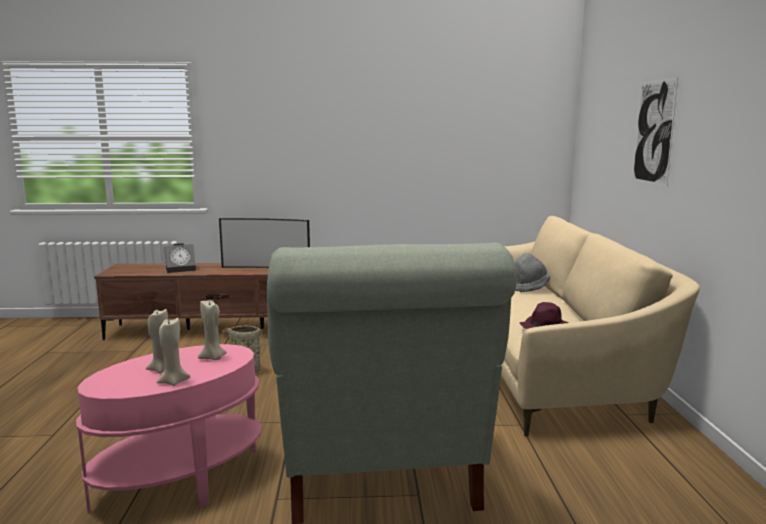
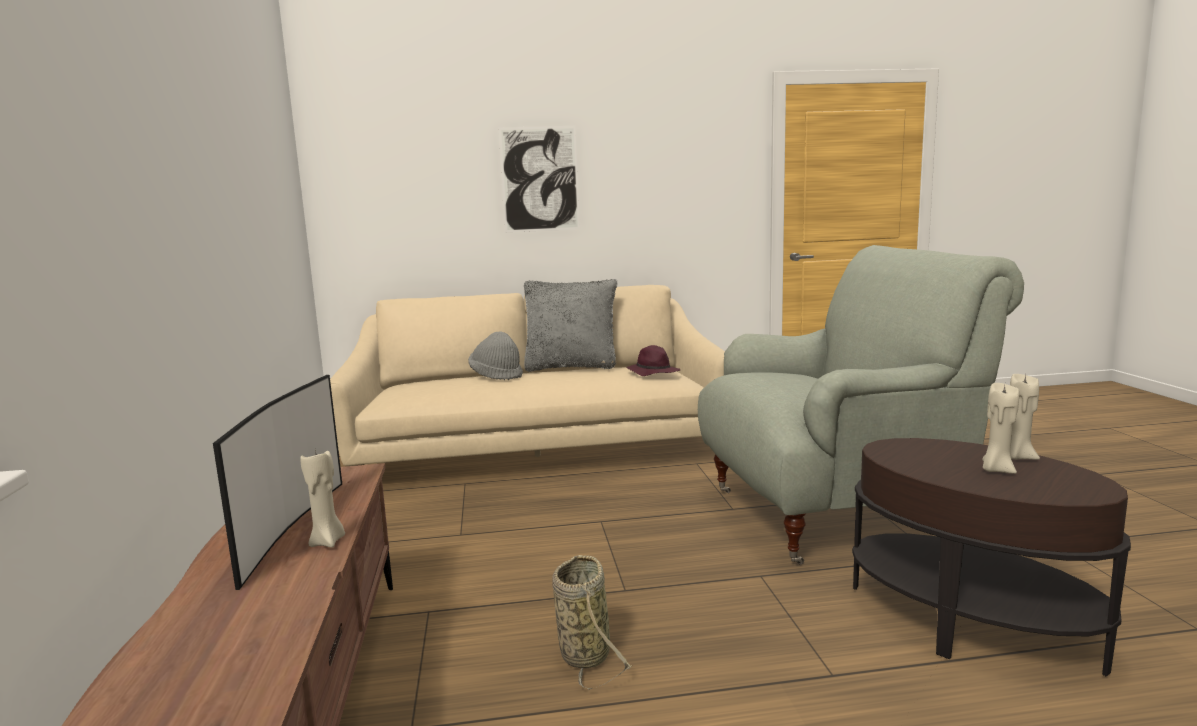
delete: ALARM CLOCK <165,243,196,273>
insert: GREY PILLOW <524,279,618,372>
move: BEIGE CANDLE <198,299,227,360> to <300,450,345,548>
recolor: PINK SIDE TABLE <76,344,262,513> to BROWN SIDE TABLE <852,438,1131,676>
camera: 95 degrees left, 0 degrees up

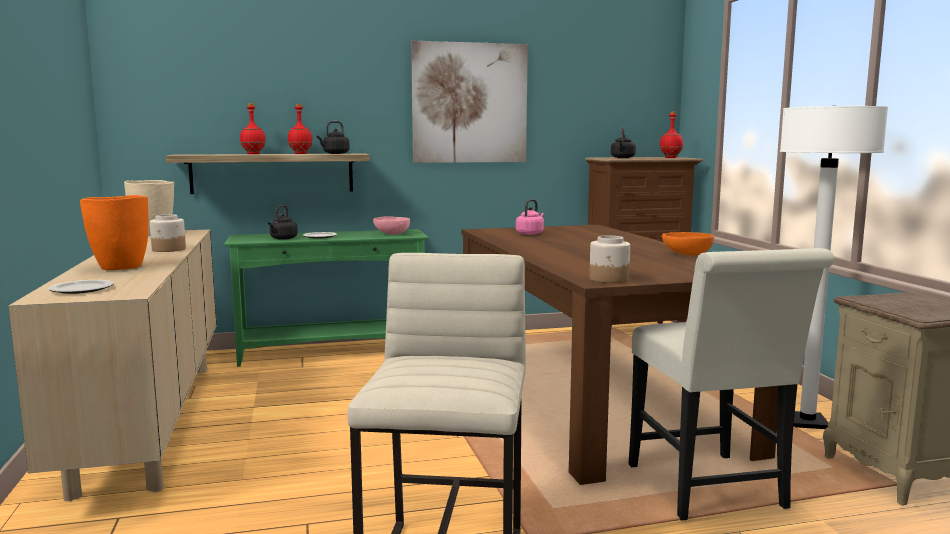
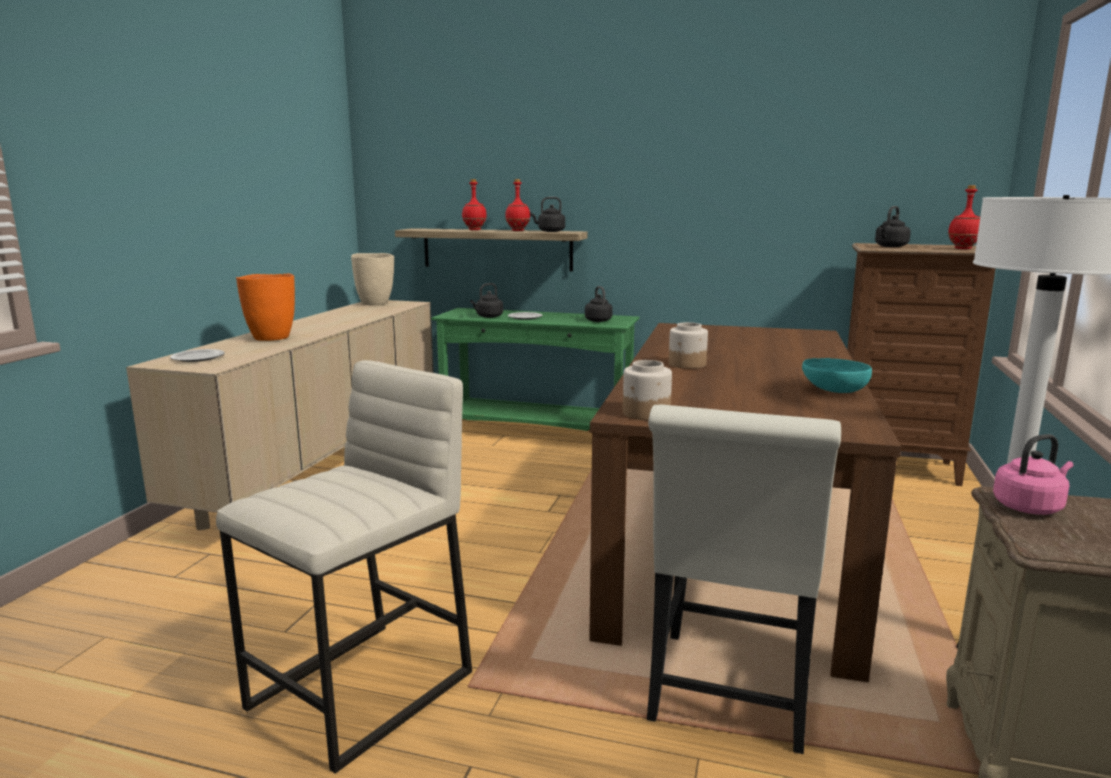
delete: PICTURE <411,41,528,163>
move: PINK KETTLE <516,199,544,235> to <993,434,1073,515>; JAR <150,214,186,252> to <669,322,708,369>
replace: PINK BOWL <373,216,410,234> to BLACK KETTLE <585,286,613,322>
recolor: ORANGE BOWL <662,232,714,255> to TURQUOISE BOWL <802,358,872,393>
camera: 30 degrees right, 5 degrees up

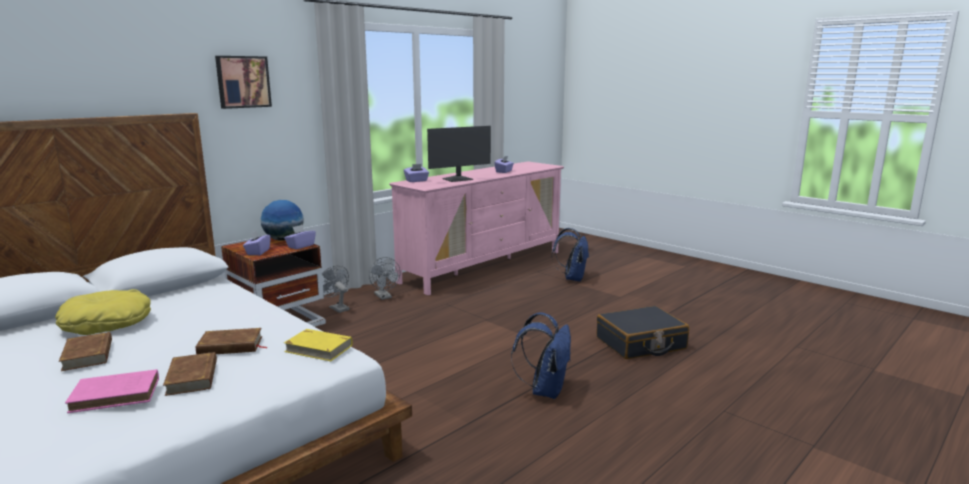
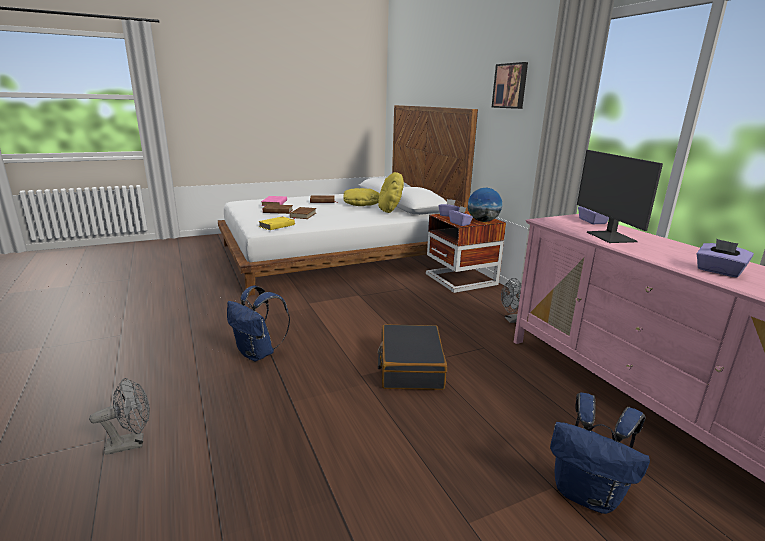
insert: YELLOW PILLOW <378,172,404,213>
move: GREY FAN <322,265,350,313> to <89,378,150,455>; BLACK SUITCASE <596,306,689,359> to <377,324,447,390>
camera: 110 degrees right, 5 degrees up

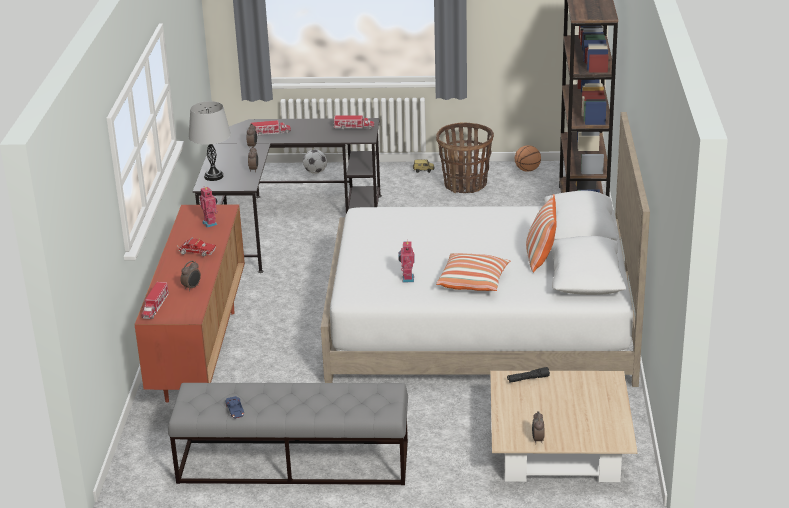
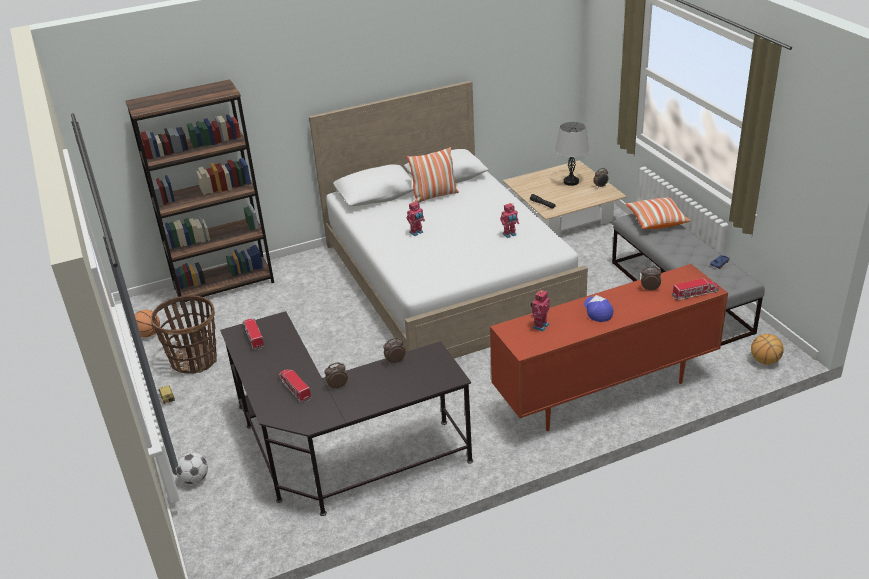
insert: TOY ROBOT <406,201,425,236>; BASKETBALL <751,334,784,365>
move: GREY TABLE LAMP <188,101,231,181> to <555,122,589,186>; PILLOW <436,253,510,291> to <626,197,690,229>
replace: TOY TRUCK <177,238,216,256> to CAP <584,295,613,322>
camera: 115 degrees left, 5 degrees up

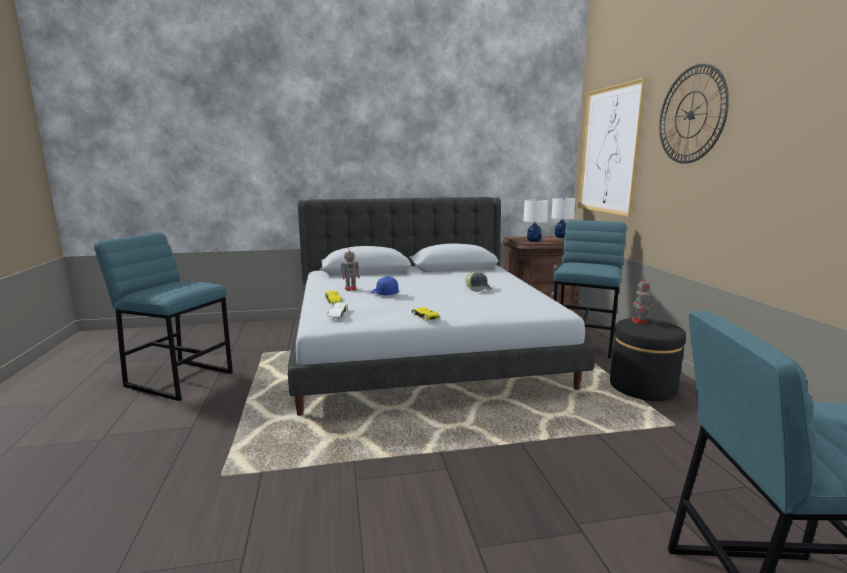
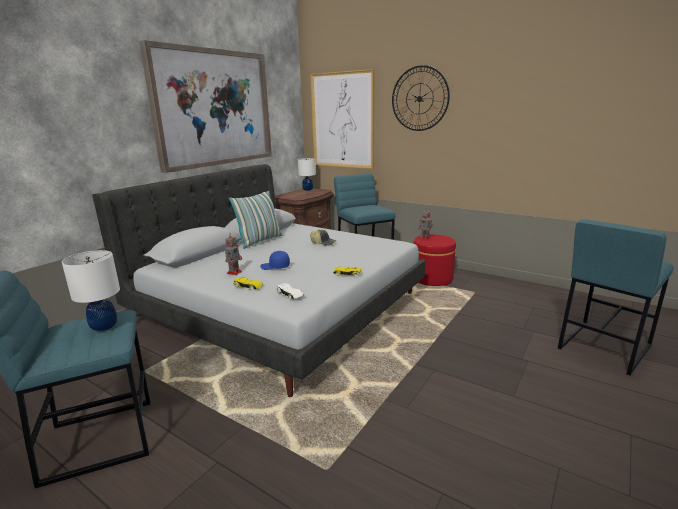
insert: PICTURE <139,40,272,173>; PILLOW <229,190,282,249>
move: WHITE TABLE LAMP <523,200,548,242> to <62,250,120,331>
recolor: BLACK OTTOMAN <610,318,686,401> to RED OTTOMAN <413,234,456,286>
camera: 45 degrees left, 5 degrees up

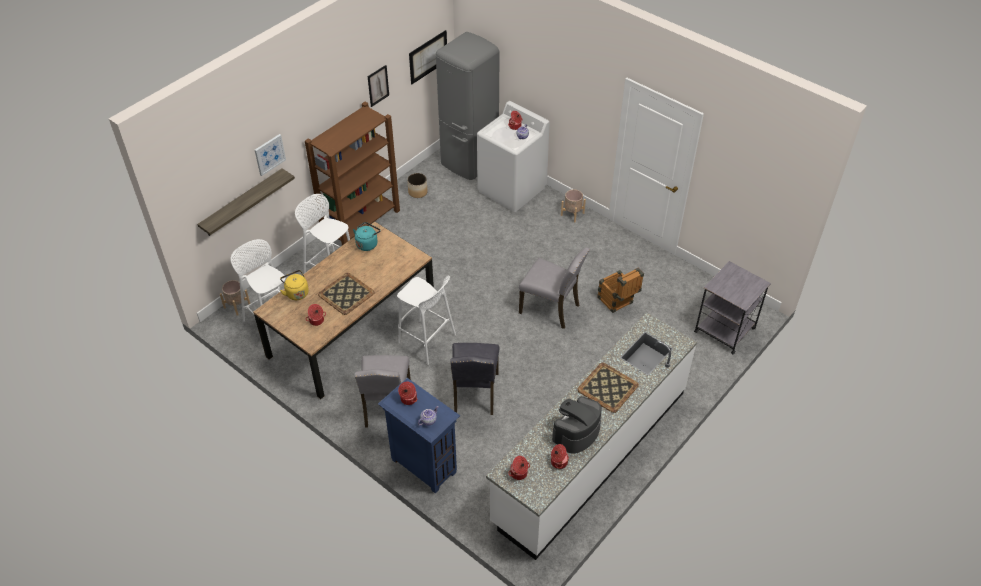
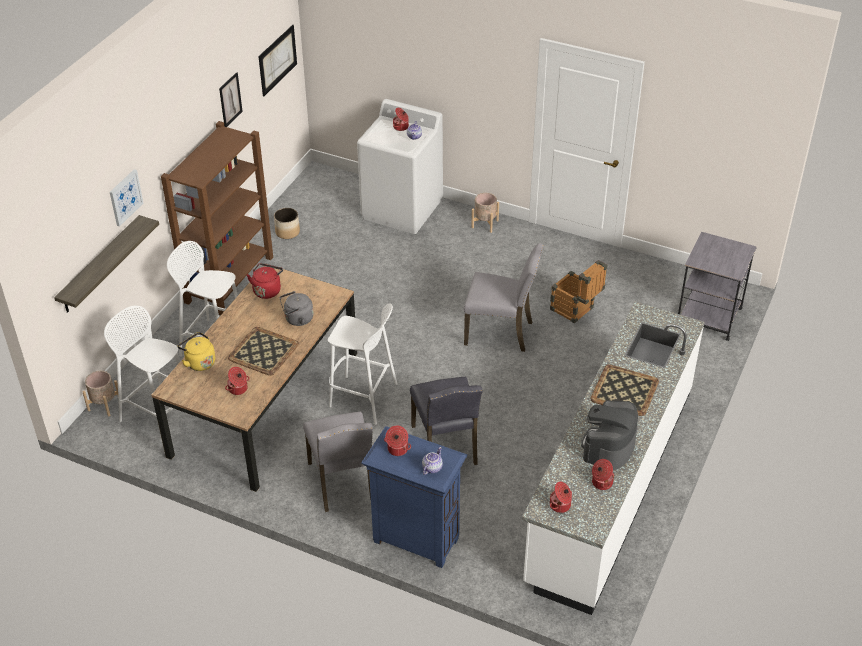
delete: GREY FRIDGE <436,32,500,180>
insert: GREY KETTLE <280,291,313,326>
recolor: TURQUOISE KETTLE <353,222,381,251> to RED KETTLE <247,263,283,299>
camera: 15 degrees left, 5 degrees down

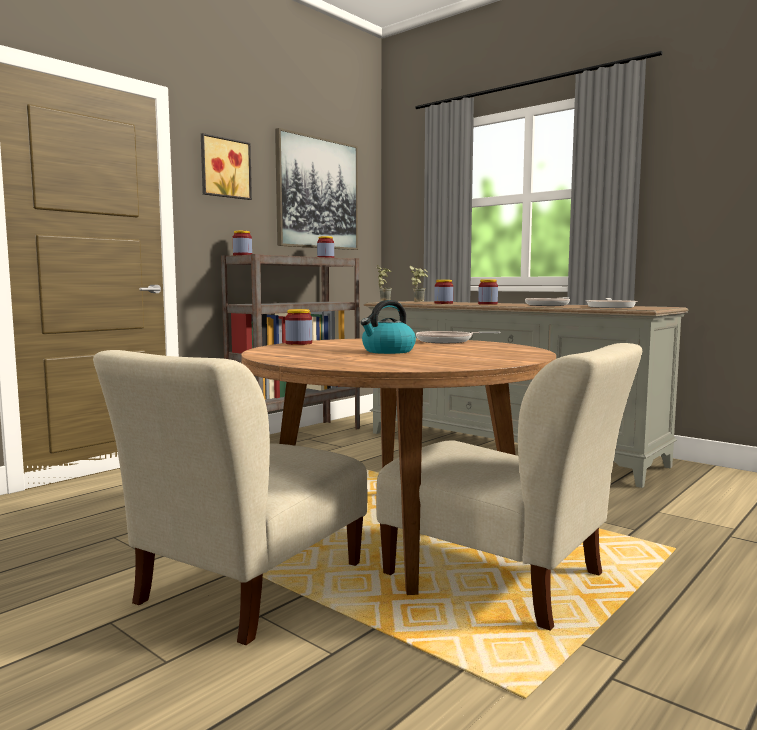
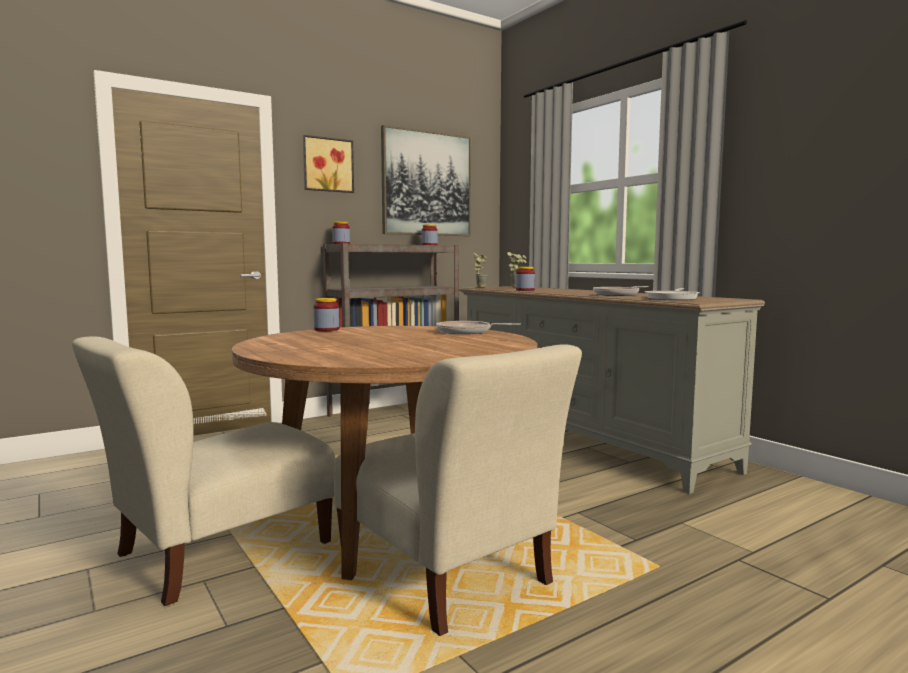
delete: JAR <478,280,498,305>; KETTLE <361,300,416,354>
camera: 15 degrees right, 0 degrees up

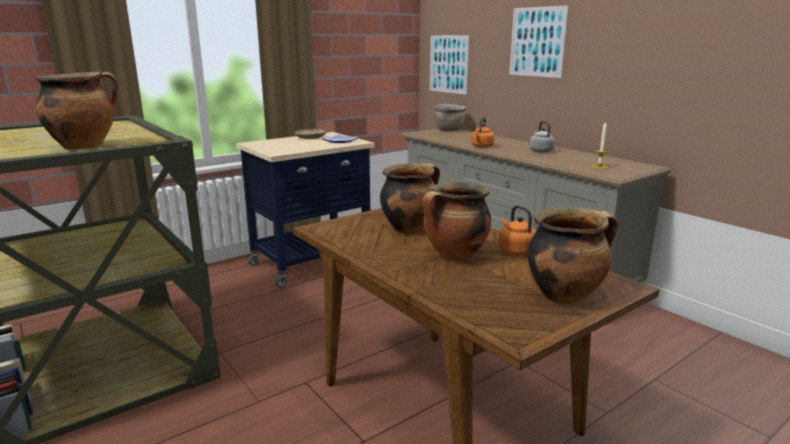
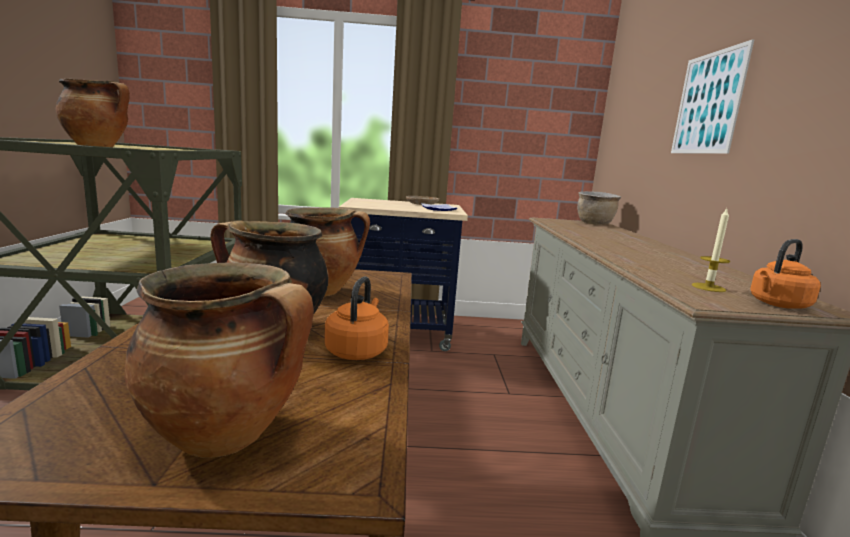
delete: PICTURE <430,35,469,95>; GREY KETTLE <530,121,555,152>
move: ORANGE KETTLE <471,117,495,148> to <750,239,821,309>
camera: 35 degrees right, 5 degrees down

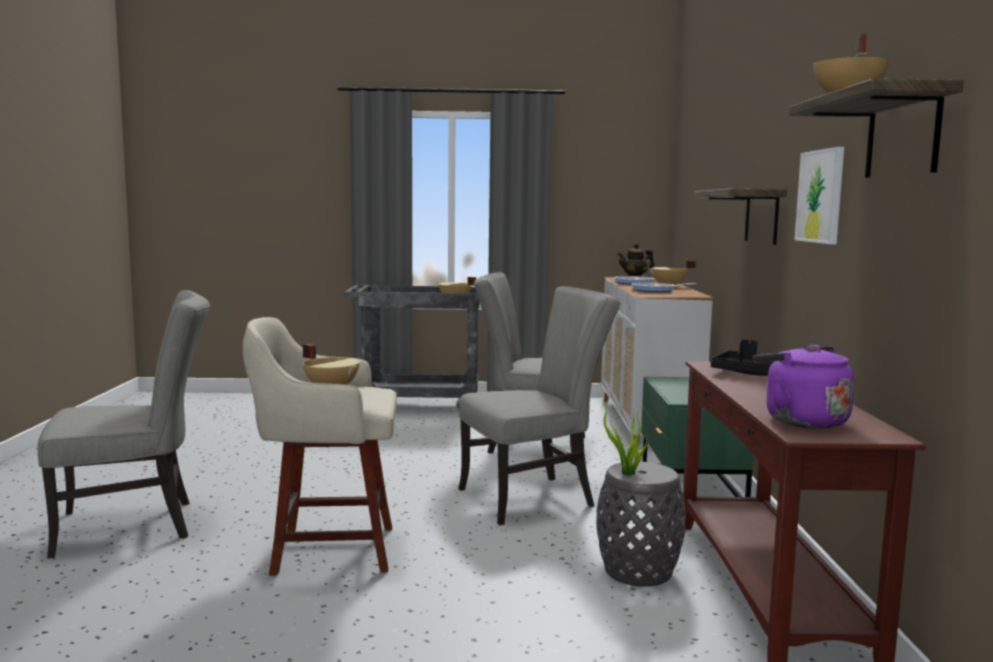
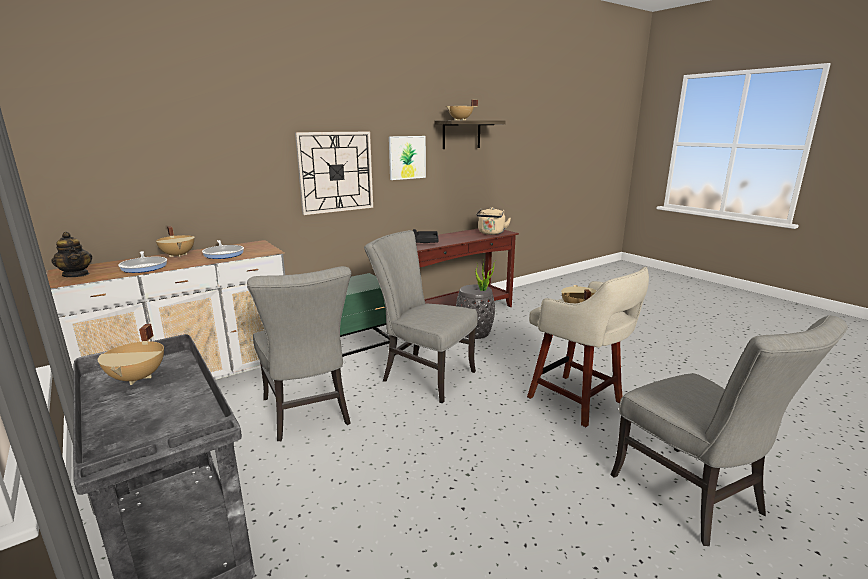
replace: SHELF <694,189,787,245> to WALL CLOCK <295,132,373,215>
recolor: PURPLE KETTLE <753,344,855,429> to BEIGE KETTLE <476,207,511,235>
rotate: GREY CHAIR <38,290,210,559> = <610,315,848,546> 150 degrees counterclockwise
camera: 125 degrees left, 10 degrees up

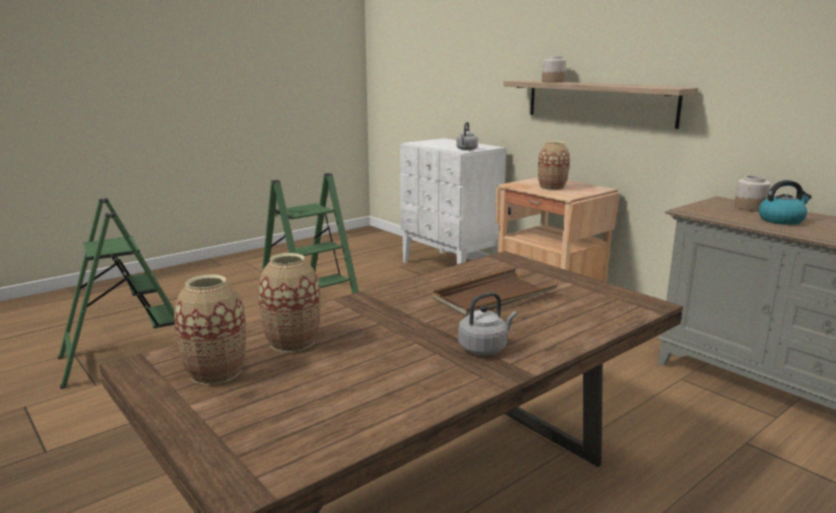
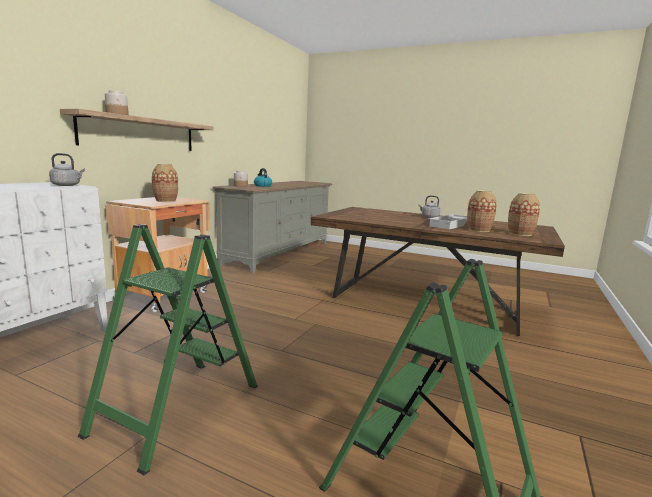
delete: BROWN TRAY <432,268,557,317>
insert: WHITE TRAY <428,214,467,230>
camera: 115 degrees left, 5 degrees down

